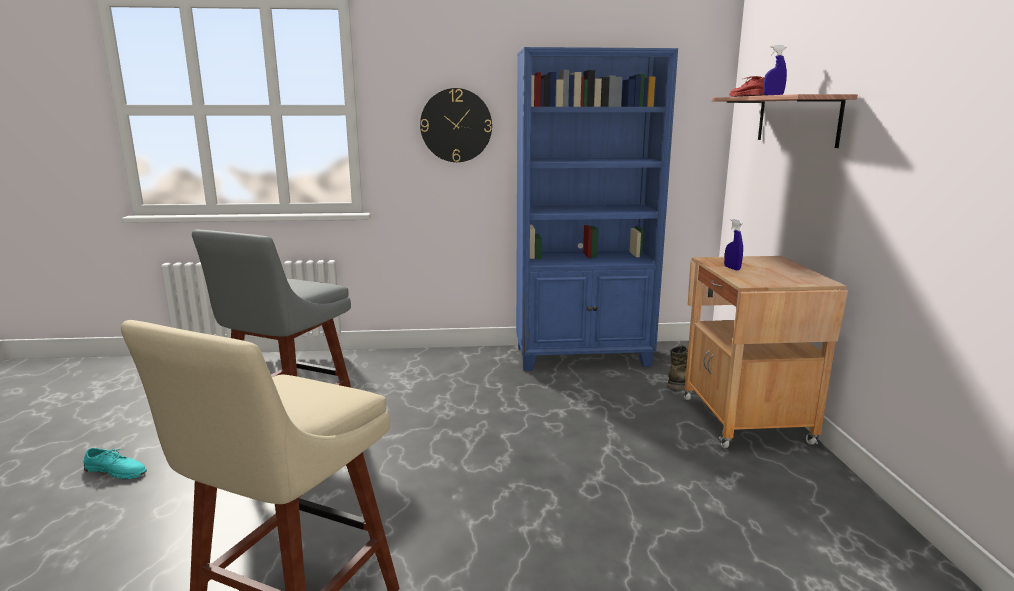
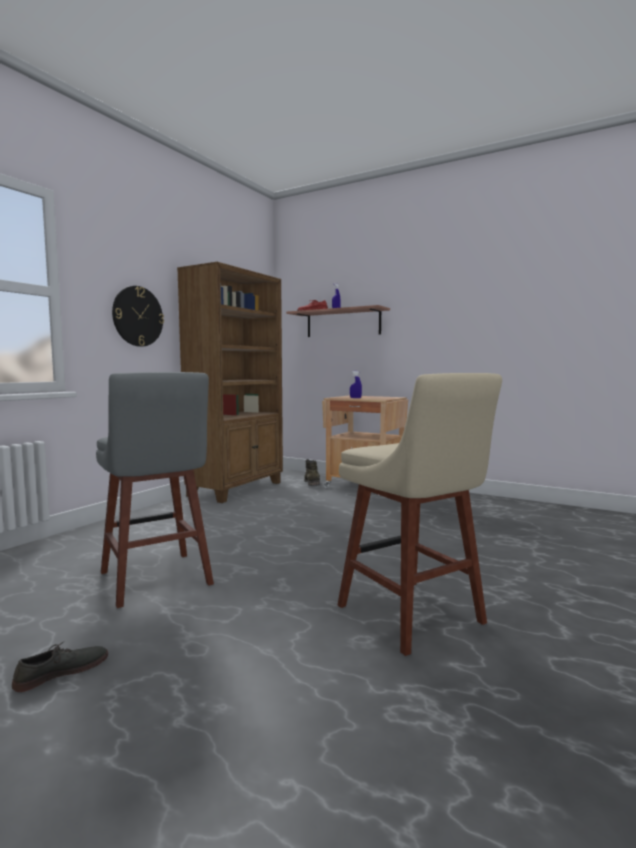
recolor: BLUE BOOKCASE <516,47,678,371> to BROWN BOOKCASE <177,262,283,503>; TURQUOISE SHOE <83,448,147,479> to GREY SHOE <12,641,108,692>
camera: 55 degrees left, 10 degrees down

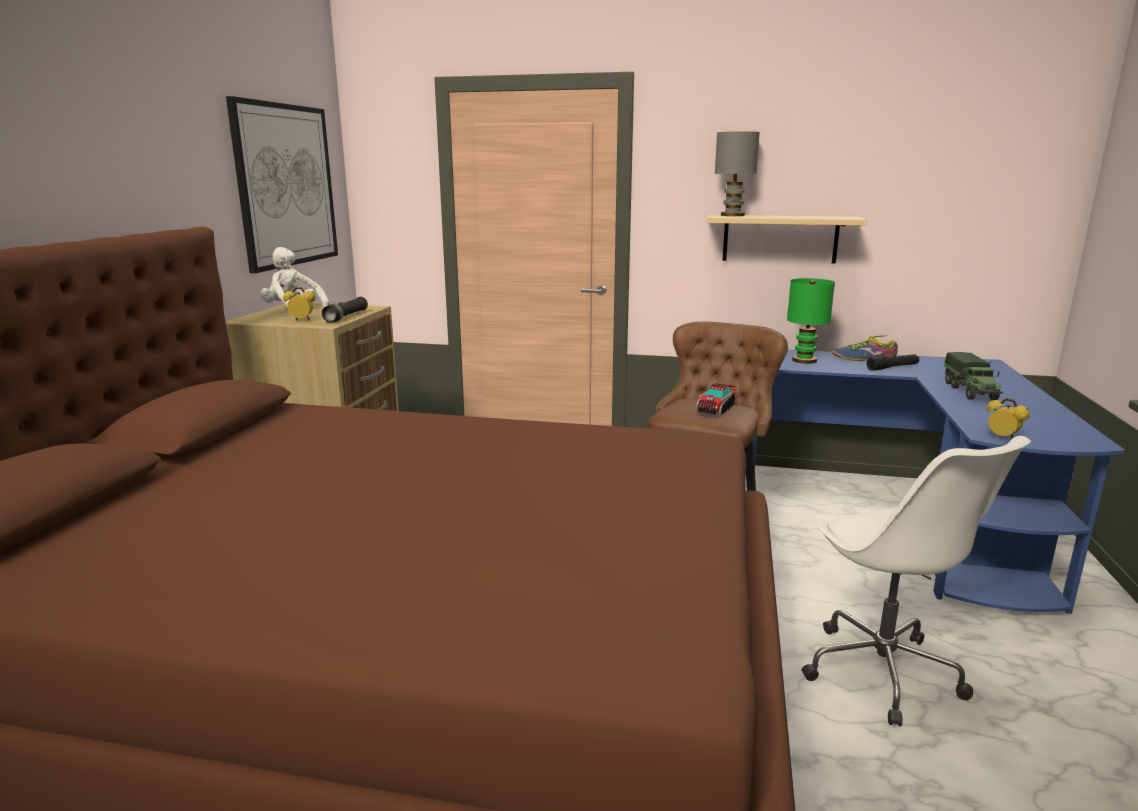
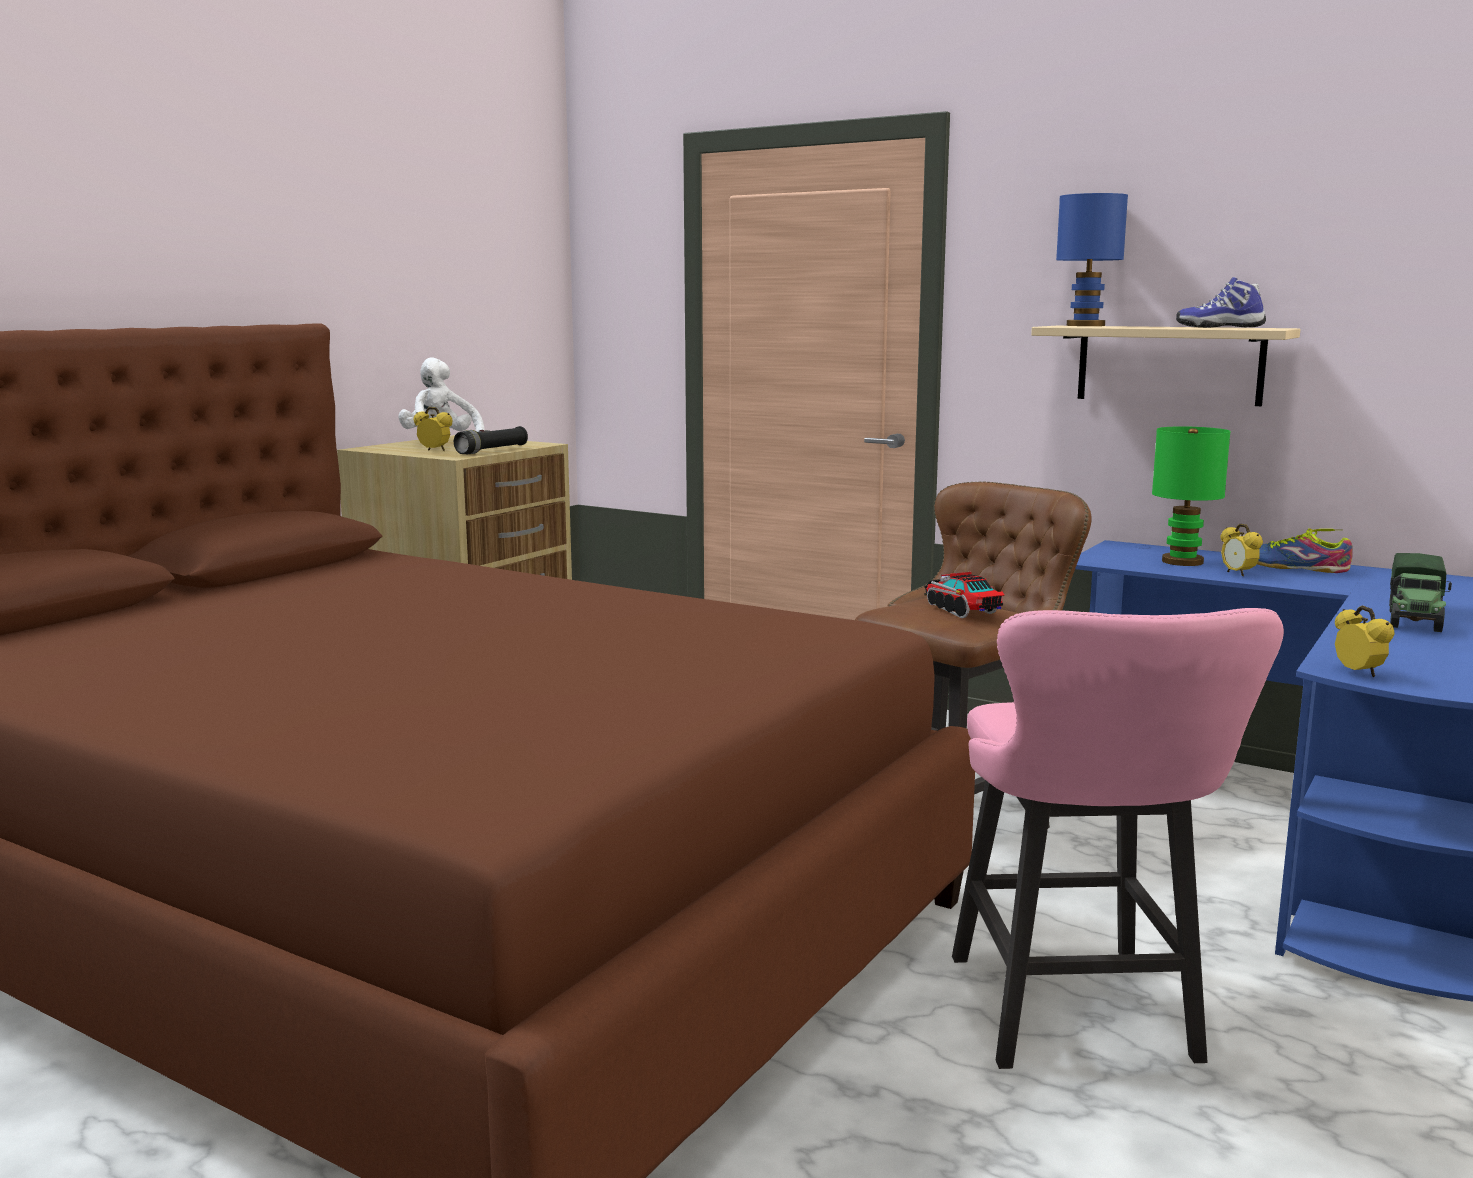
delete: PICTURE <226,96,338,273>; BLACK FLASHLIGHT <866,354,919,371>
insert: SHOE <1176,277,1266,328>; ALARM CLOCK <1221,524,1263,576>
replace: WHITE OFFICE CHAIR <801,436,1031,726> to PINK STOOL <952,608,1284,1069>
recolor: GREY TABLE LAMP <715,131,760,216> to BLUE TABLE LAMP <1056,193,1128,326>
rotate: TOY TRUCK <696,383,736,415> = <924,572,1004,618> 105 degrees clockwise
camera: 20 degrees right, 5 degrees down

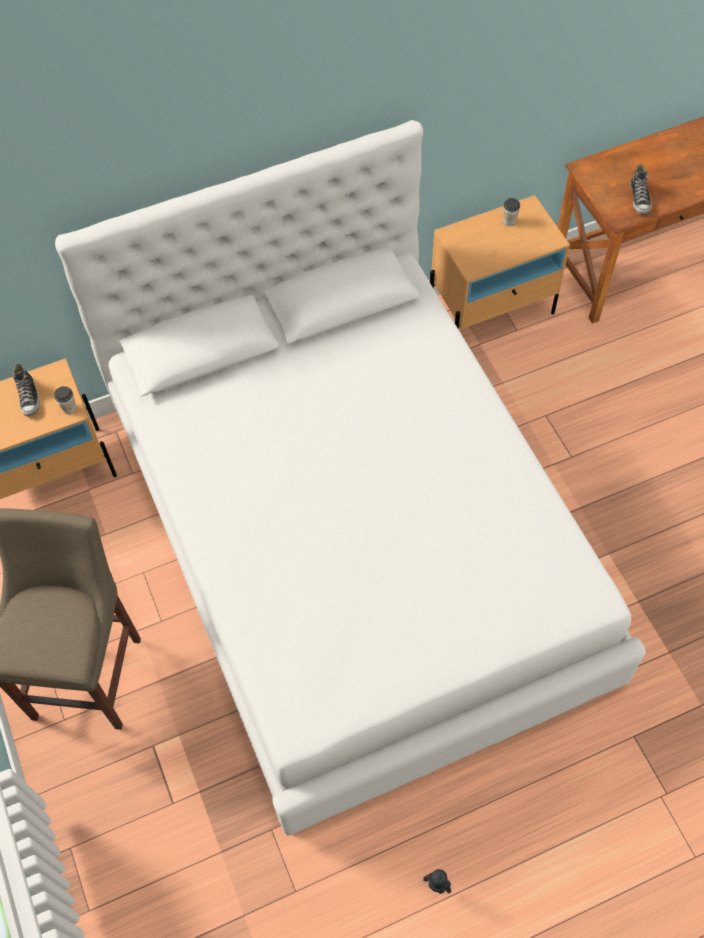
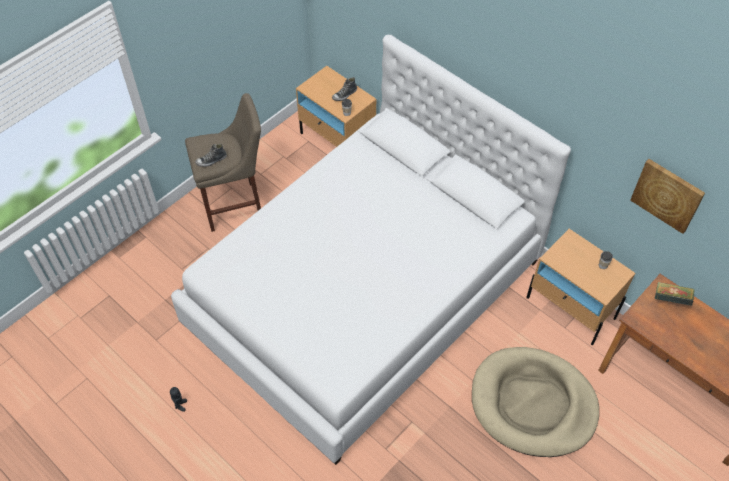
insert: PICTURE <630,159,705,234>; BOOK <655,282,695,306>; BEIGE DOG BED <472,347,599,457>
move: SHOE <630,164,652,214> to <195,144,227,167>
camera: 65 degrees right, 5 degrees down

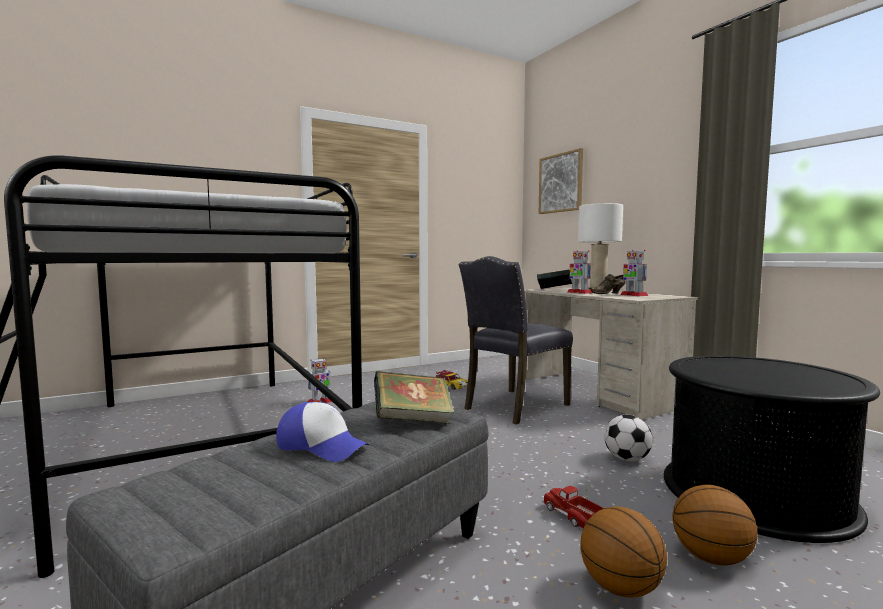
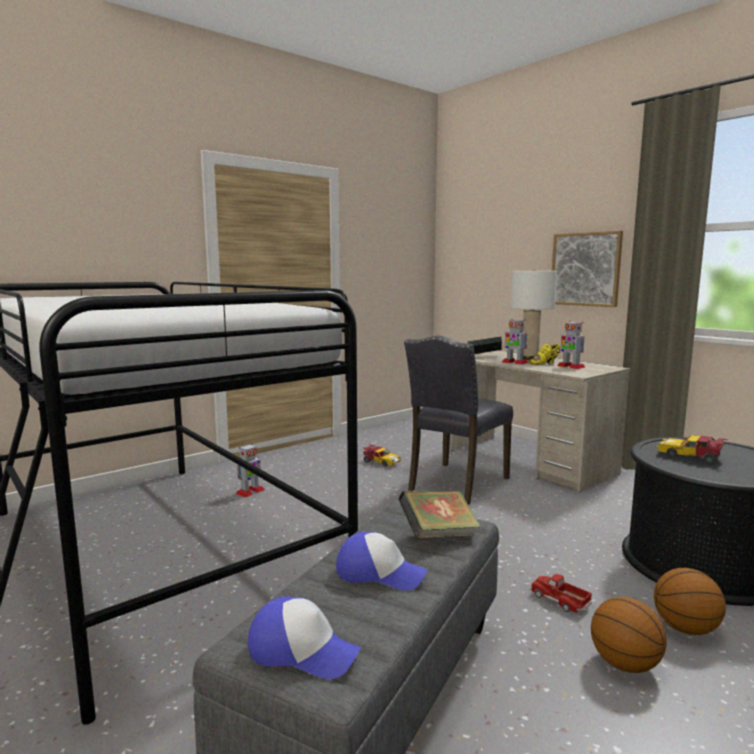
delete: FOOTBALL <604,415,653,461>
insert: TOY CAR <657,435,728,465>; CAP <248,596,361,679>
move: PICTURE <539,148,583,214> to <552,231,623,307>
recolor: BROWN SHOE <590,274,626,294> to YELLOW SHOE <528,344,560,365>
camera: 10 degrees left, 5 degrees up

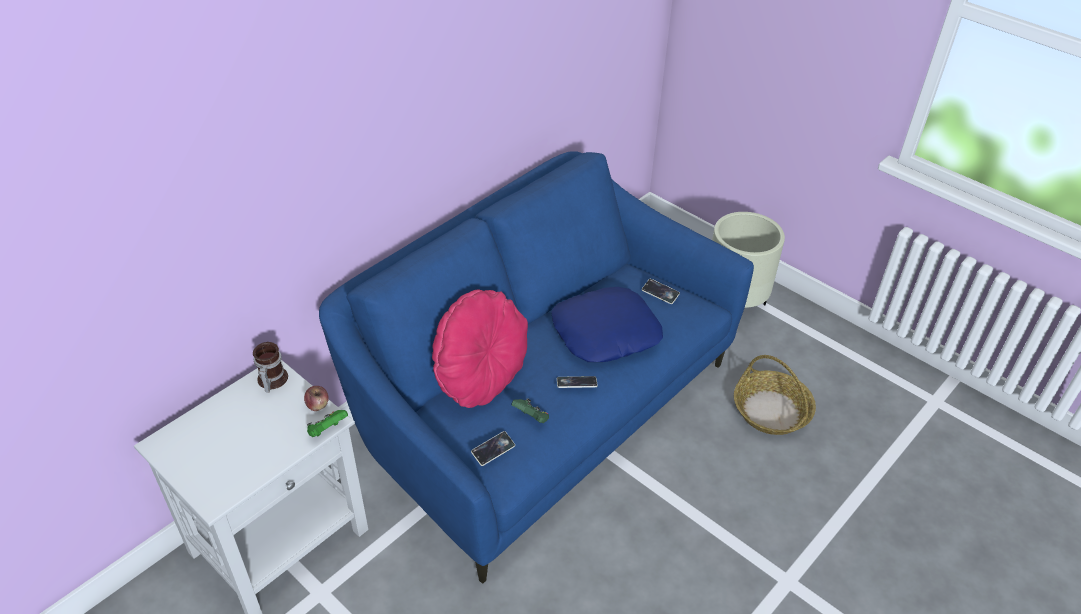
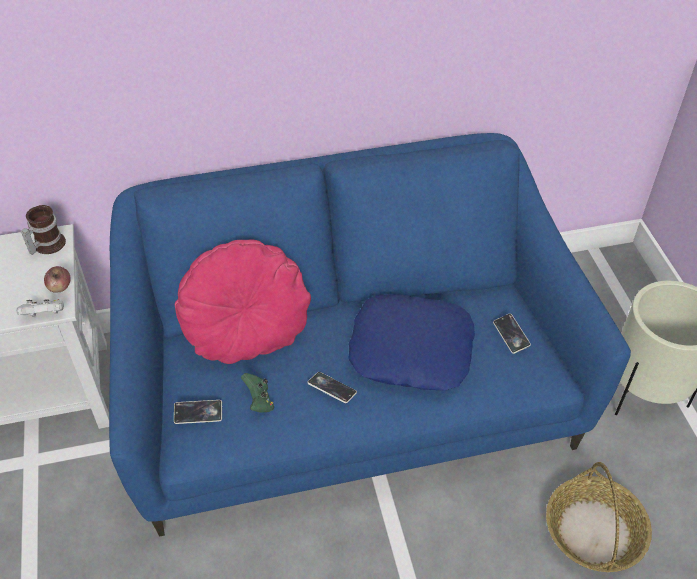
recolor: GREEN GAME CONTROLLER <307,410,348,437> to WHITE GAME CONTROLLER <16,299,64,316>
camera: 35 degrees right, 5 degrees up

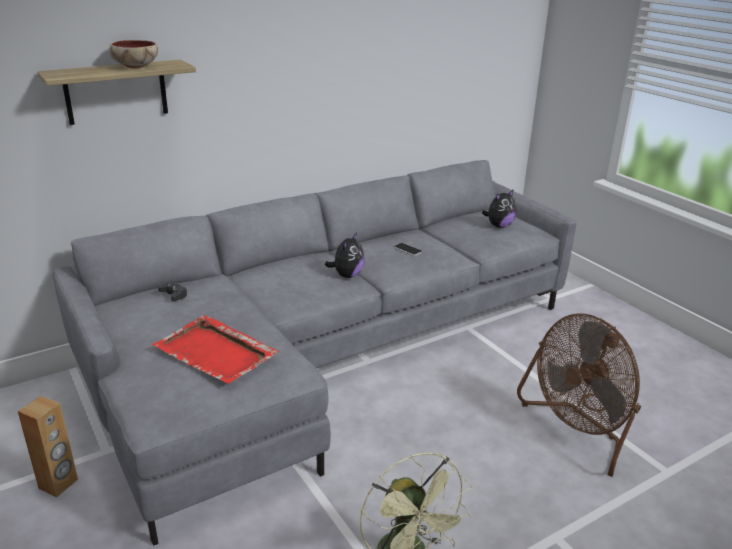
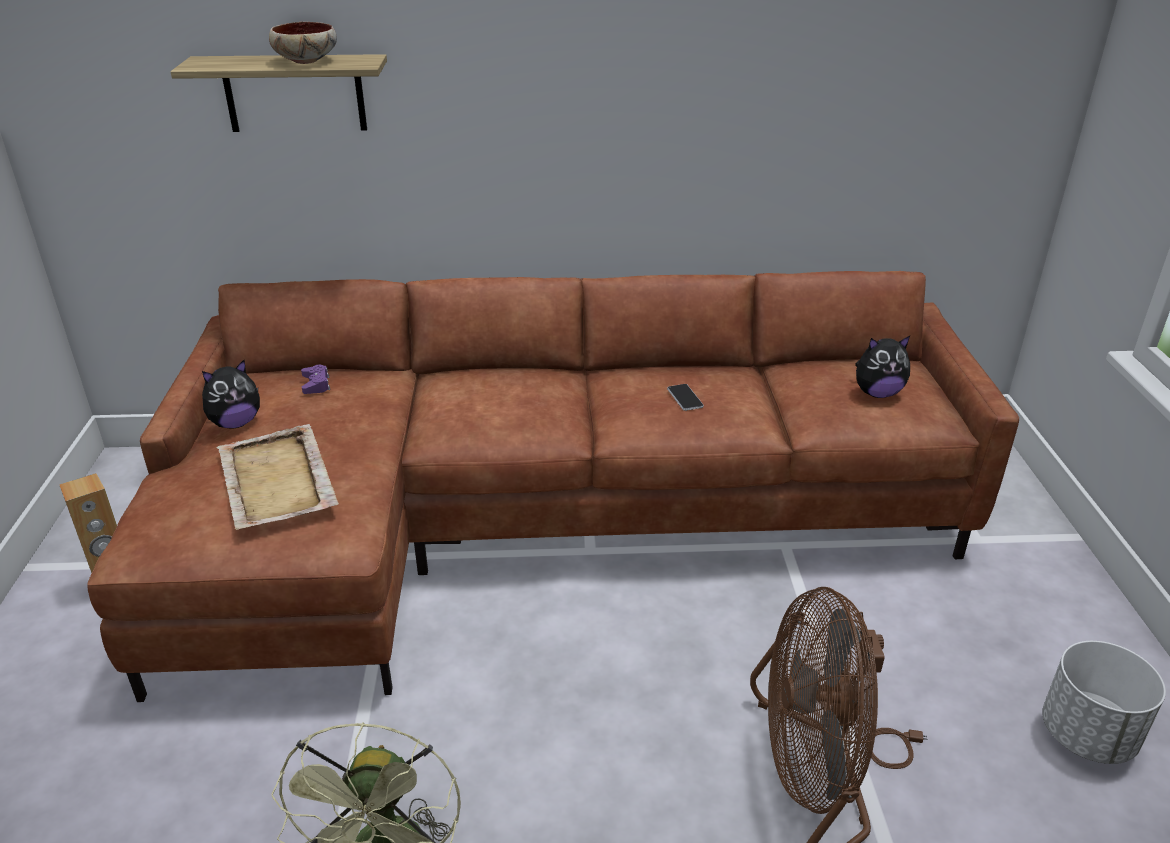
insert: WHITE PLANTER <1042,641,1166,764>
move: PLUSH TOY <325,232,365,278> to <202,360,260,429>
recolor: GREY SOFA <53,160,577,546> to BROWN SOFA <87,271,1019,702>; BLACK GAME CONTROLLER <158,281,188,301> to PURPLE GAME CONTROLLER <301,365,330,394>; RED TRAY <152,315,279,384> to BEIGE TRAY <217,424,339,530>
camera: 30 degrees right, 5 degrees up

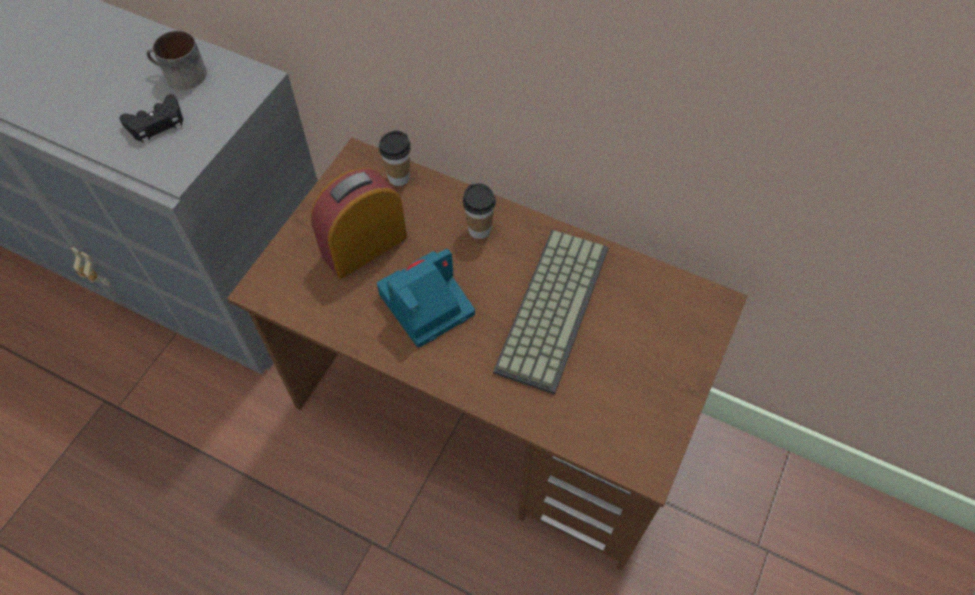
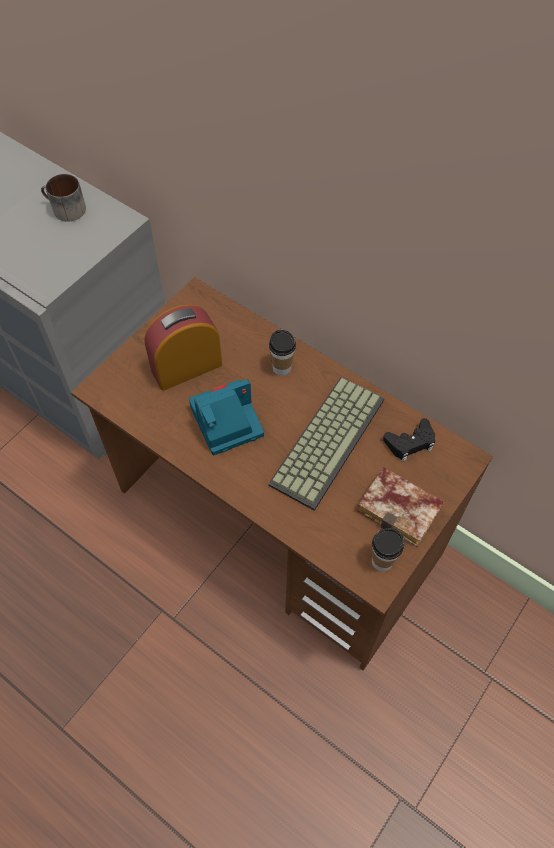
insert: BOOK <357,467,444,547>
move: BLACK GAME CONTROLLER <119,94,183,144> to <383,418,435,461>; CUP <379,131,411,186> to <372,528,404,571>
camera: 10 degrees right, 0 degrees up

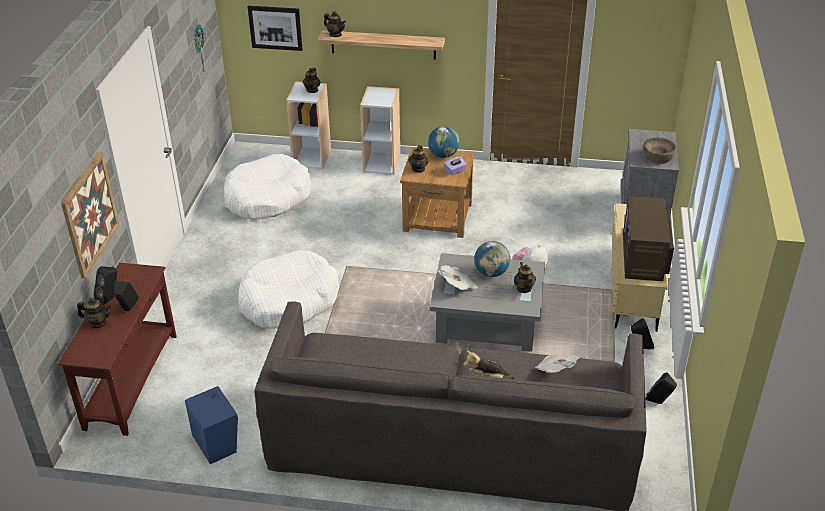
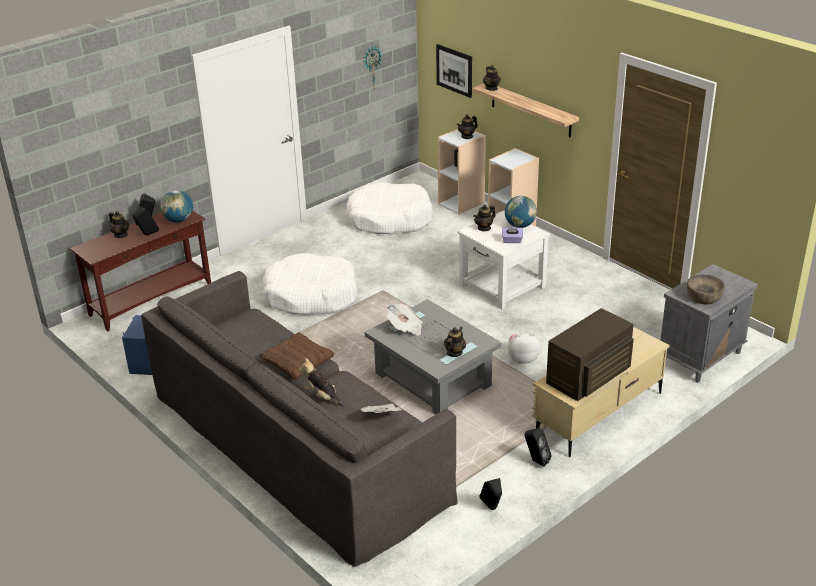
delete: PICTURE <61,152,119,279>
insert: BROWN PILLOW <260,332,334,379>
move: GLOBE <474,241,510,277> to <160,190,193,223>
recolor: BROWN SIDE TABLE <400,147,475,238> to WHITE SIDE TABLE <457,211,550,310>
camera: 40 degrees right, 5 degrees down

